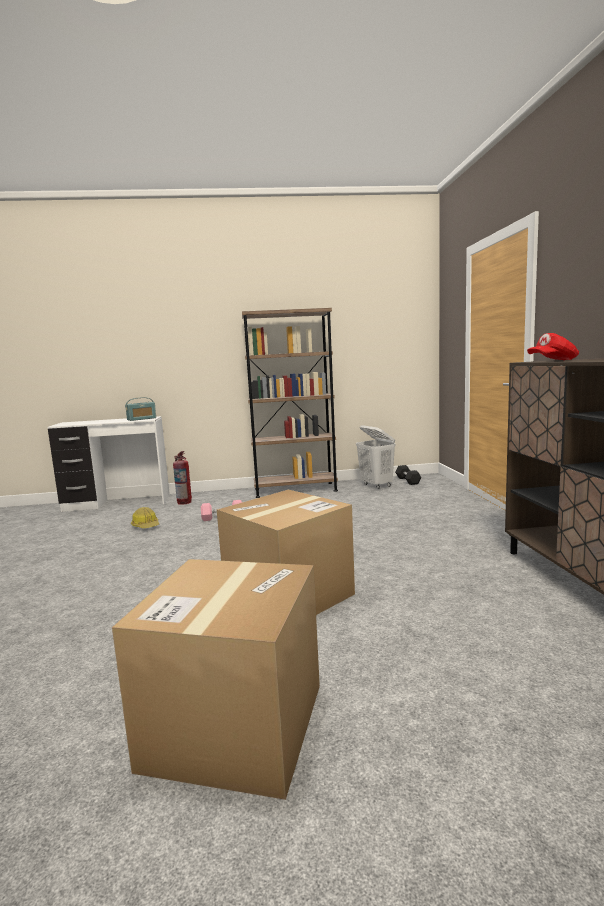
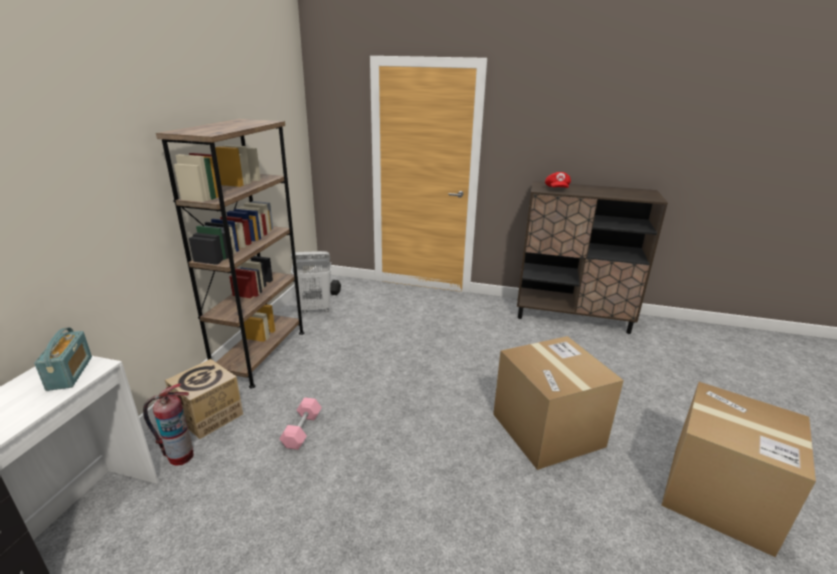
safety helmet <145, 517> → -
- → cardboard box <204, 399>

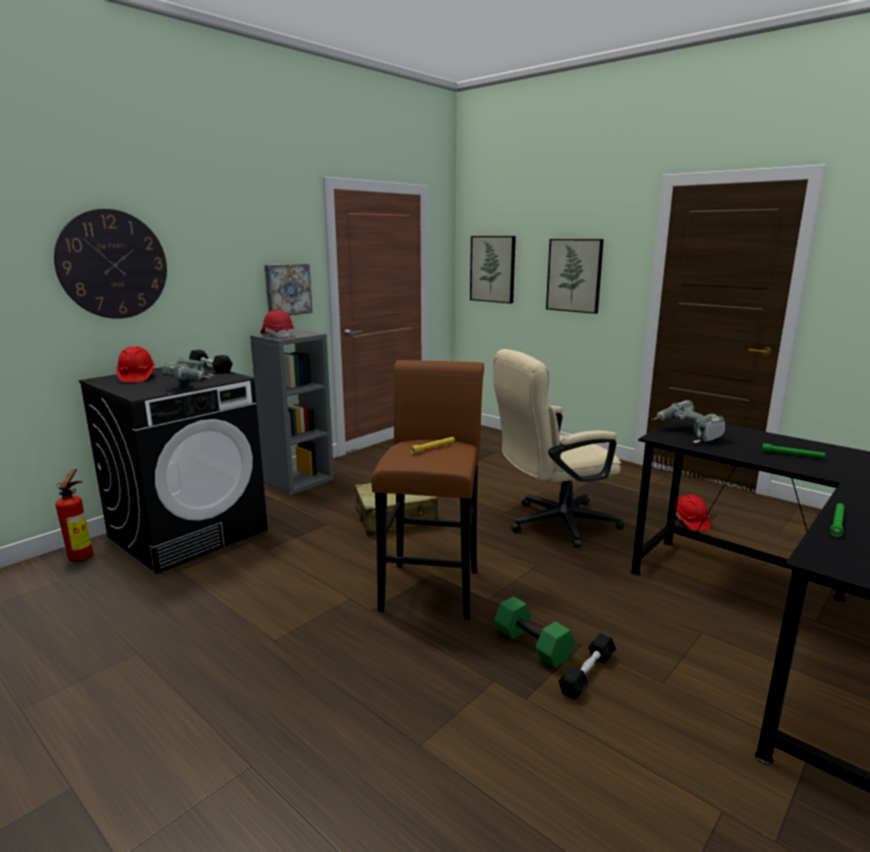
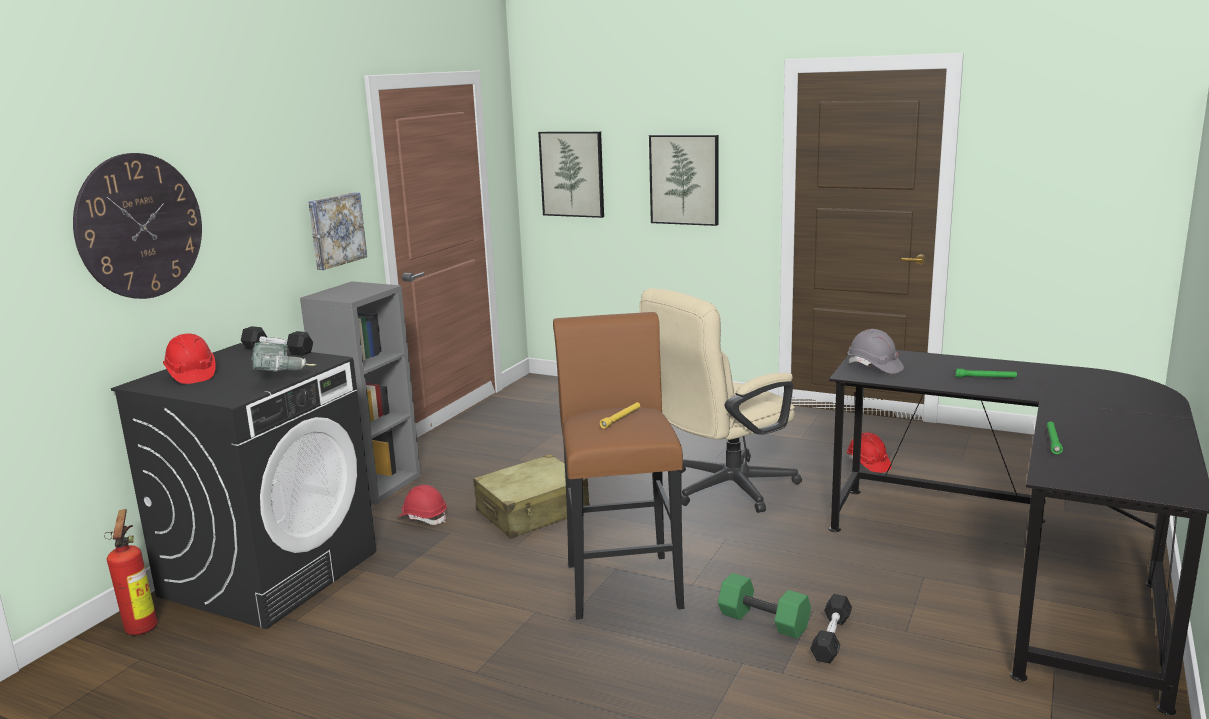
safety helmet (red) <277, 324> → safety helmet (red) <423, 505>, relocated
power drill <688, 421> → safety helmet (grey) <876, 351>

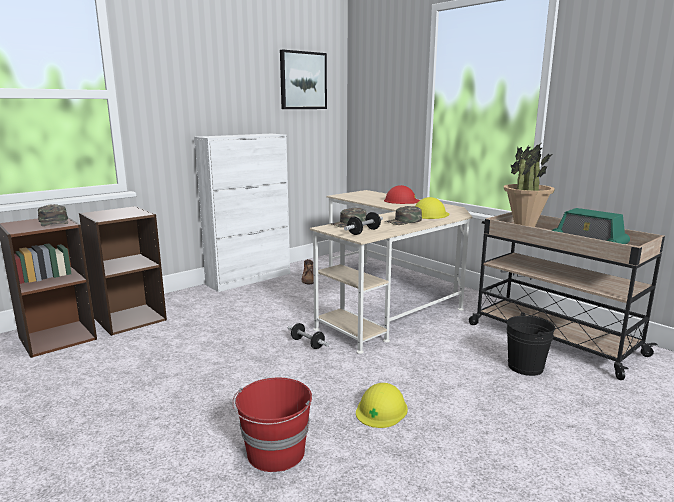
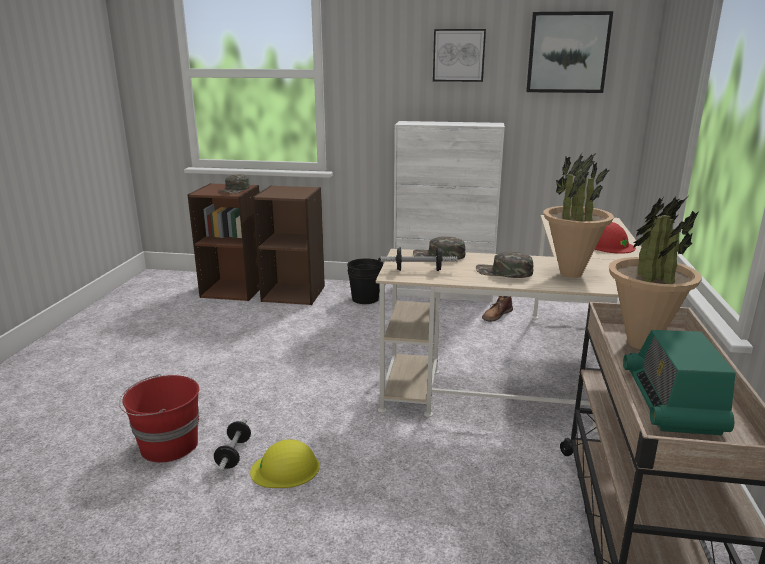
safety helmet (yellow) <432, 208> → houseplant <579, 215>
pail (blackish) <531, 344> → pail (blackish) <365, 281>, relocated
dumbbell <308, 336> → dumbbell <232, 446>, relocated
- → wall art <459, 55>

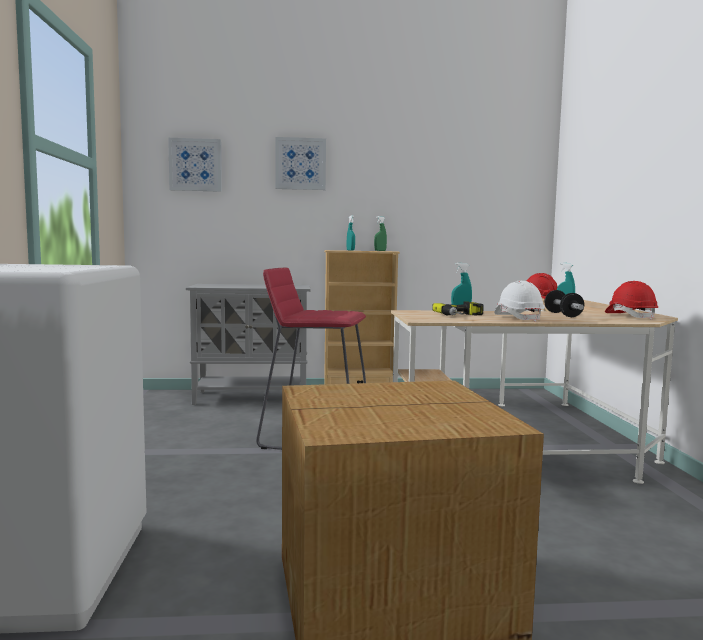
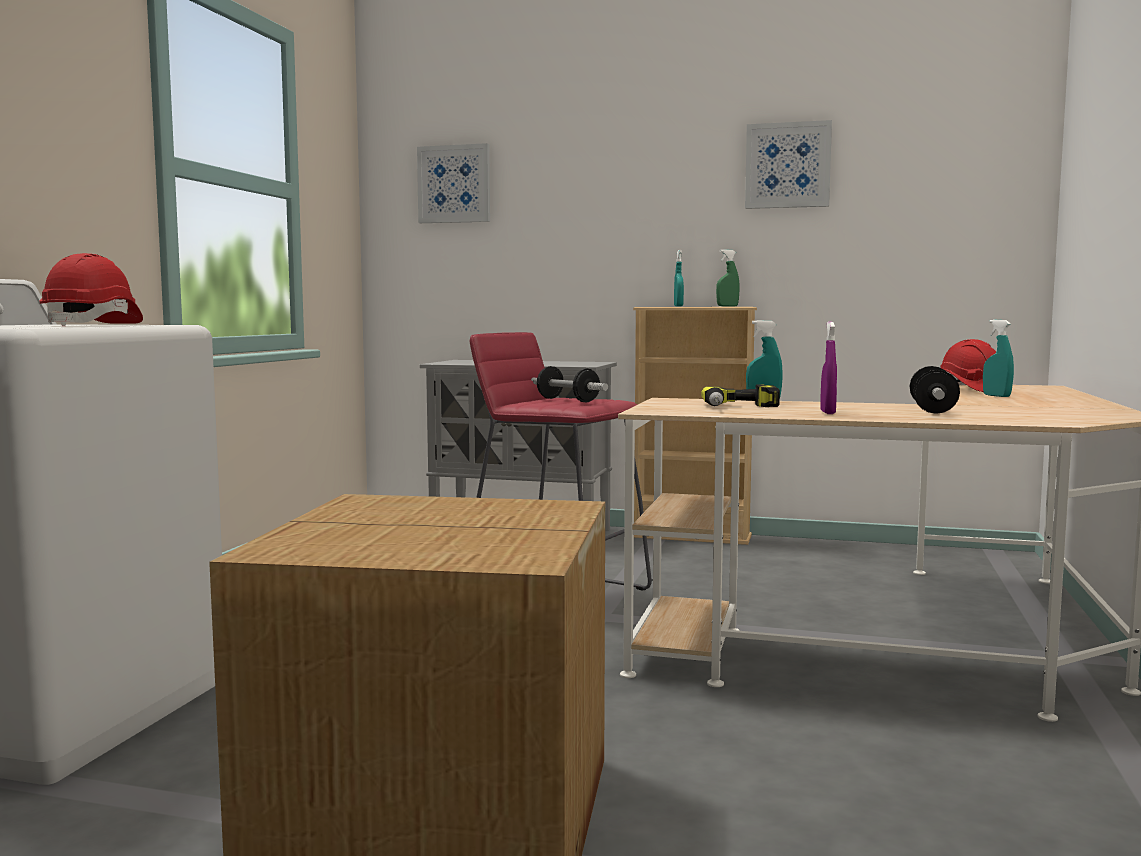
wall art <300, 163> → wall art <788, 164>, relocated
safety helmet (white) <519, 301> → spray bottle (purple-coloured) <828, 367>
safety helmet (red) <631, 300> → safety helmet (red) <91, 289>, relocated
- → dumbbell <569, 384>

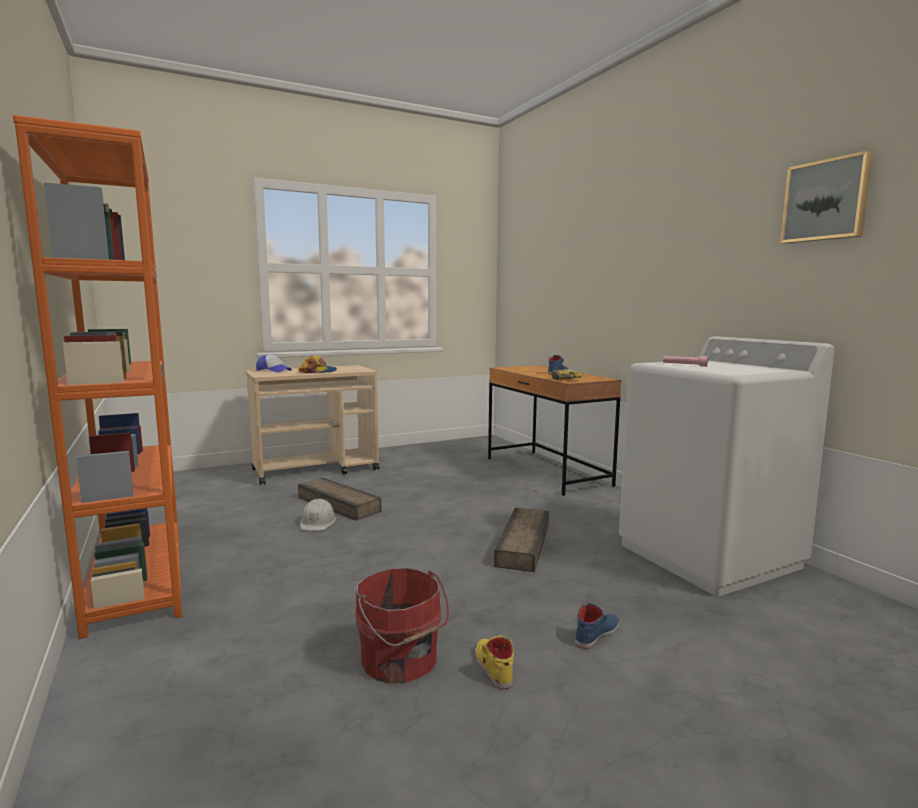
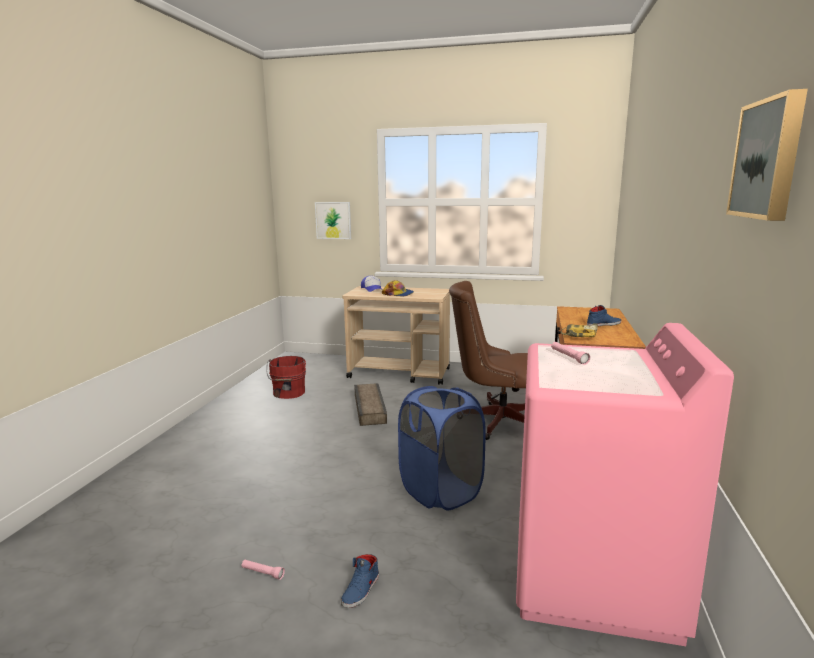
shelving unit (orange-coloured) <97, 377> → -
washing machine (white) <726, 466> → washing machine (pink-coloured) <625, 484>
safety helmet (white) <318, 515> → -
packing crate <521, 540> → washing basket (bluish) <442, 448>
pail (red) <402, 626> → pail (red) <286, 377>, relocated
item of footwear (bluish) <597, 626> → item of footwear (bluish) <360, 581>, 120 degrees clockwise
item of footwear (yellow) <494, 662> → hand torch (pink-coloured) <263, 570>
- → wall art <333, 220>
- → desk chair (brown) <488, 360>

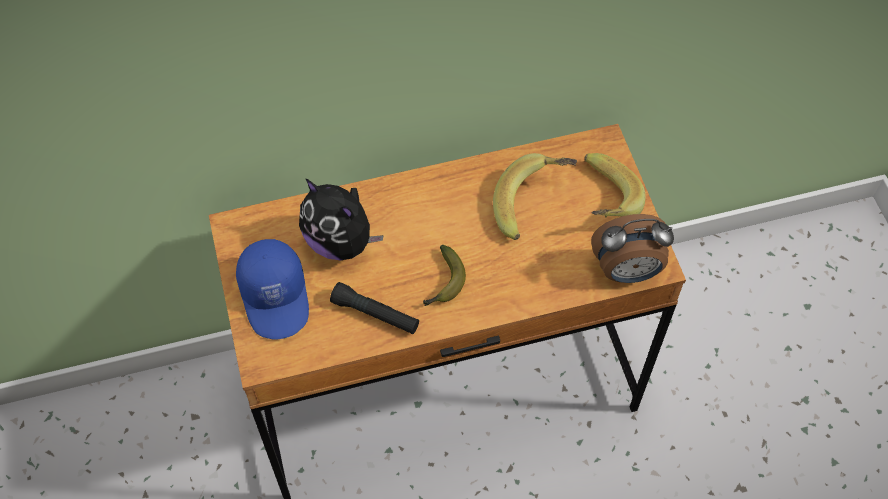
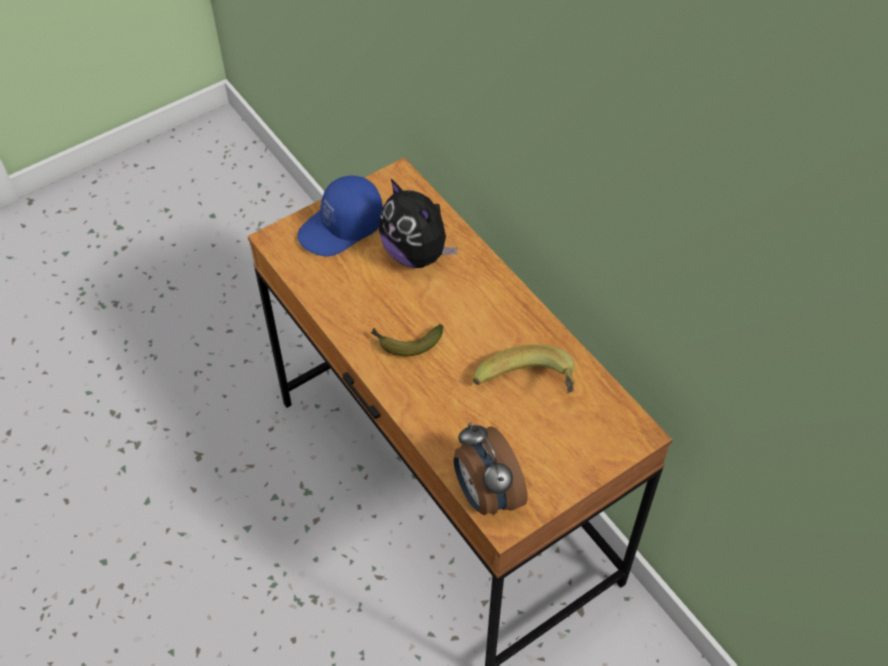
whole banana <615, 185> → -
plush toy <341, 219> → plush toy <418, 223>, 60 degrees counterclockwise
hand torch (blackish) <374, 308> → -

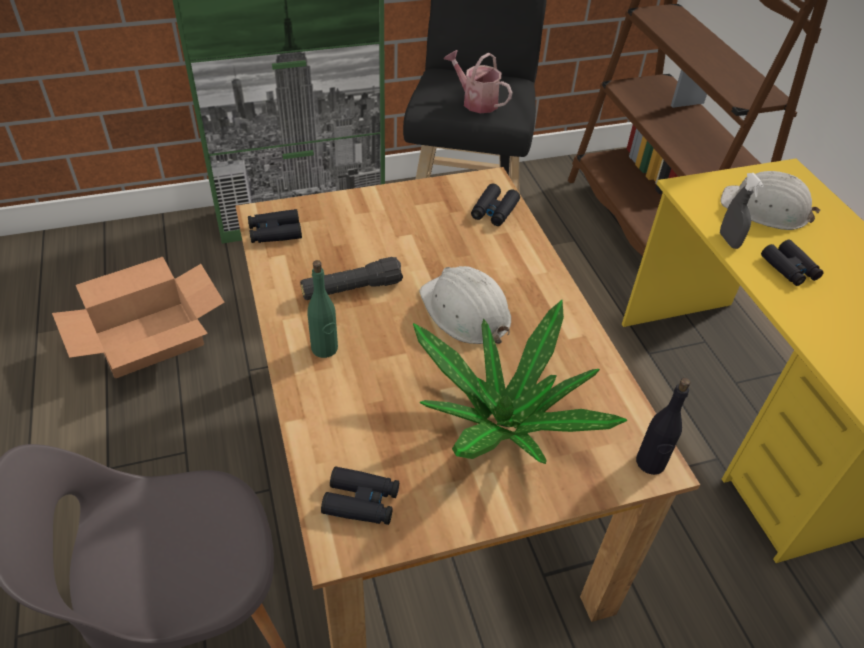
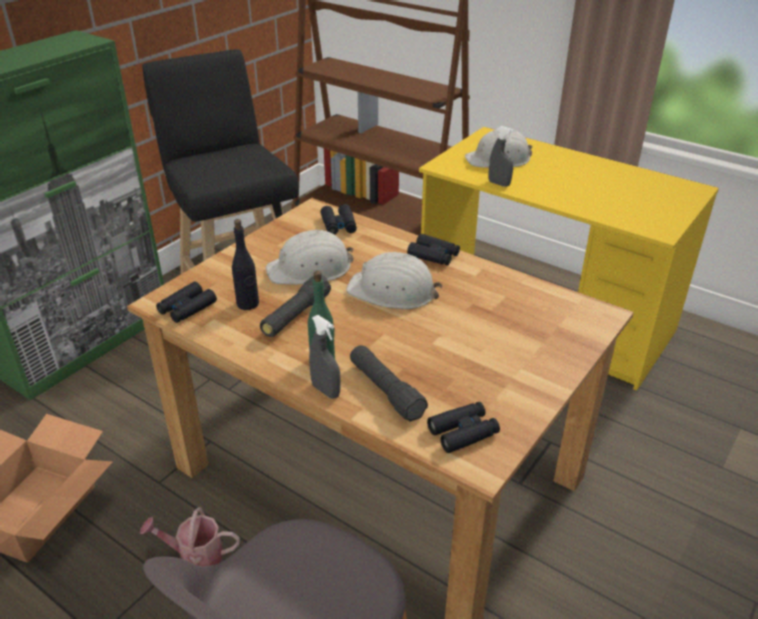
sprinkling can <478, 81> → sprinkling can <190, 536>, relocated
pair of binoculars (blackish) <792, 263> → pair of binoculars (blackish) <433, 249>, relocated
houseplant <520, 382> → -
drink bottle (blackish) <663, 426> → drink bottle (blackish) <245, 264>, relocated
- → safety helmet (white) <310, 257>
- → spray bottle (grey) <324, 357>
- → hand torch (blackish) <389, 383>

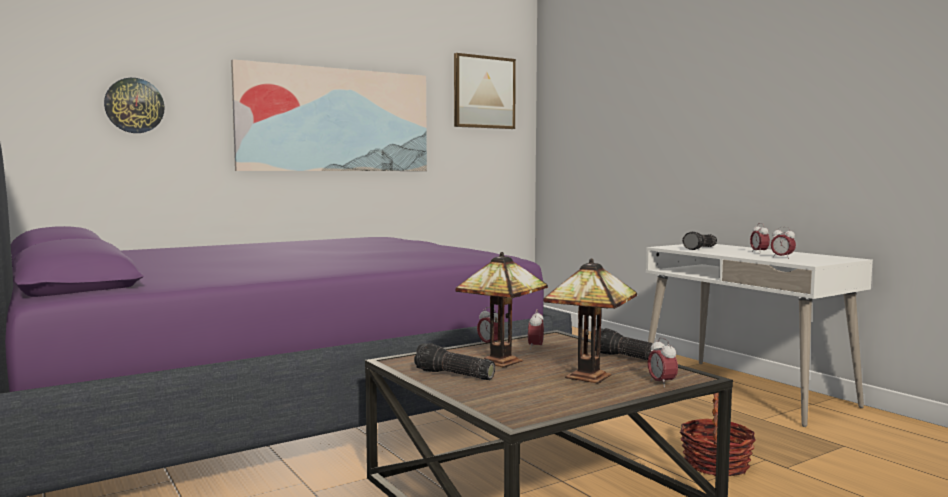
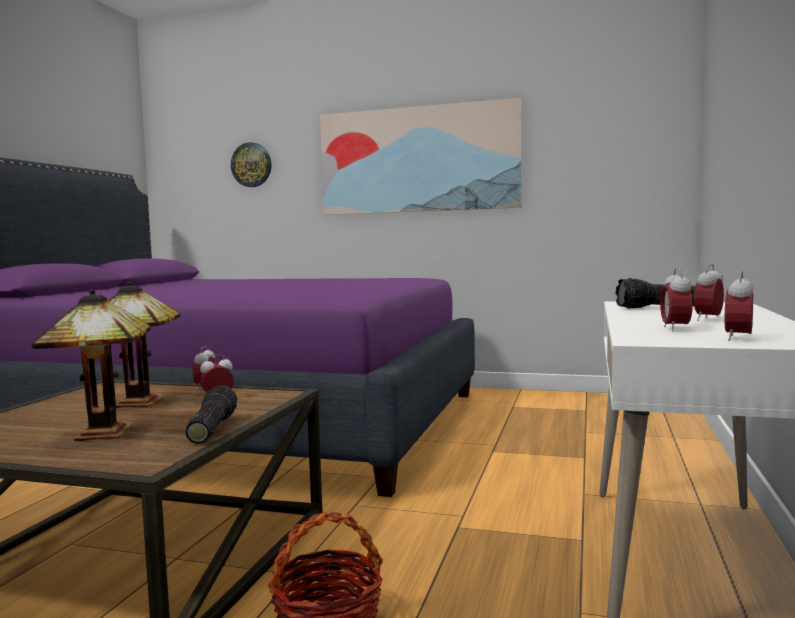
wall art <485, 91> → -
alarm clock <663, 362> → alarm clock <739, 306>, relocated
hand torch <454, 361> → -

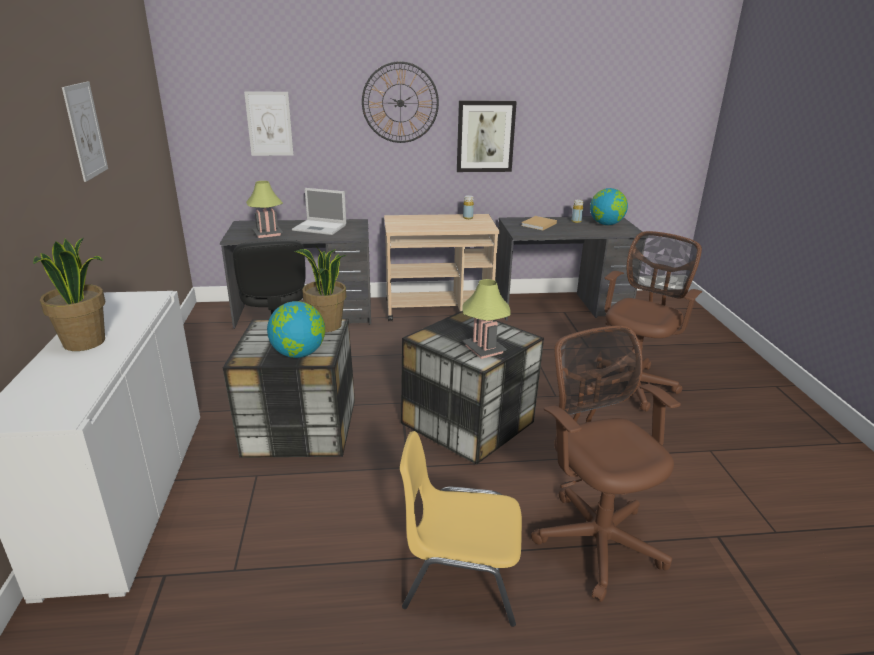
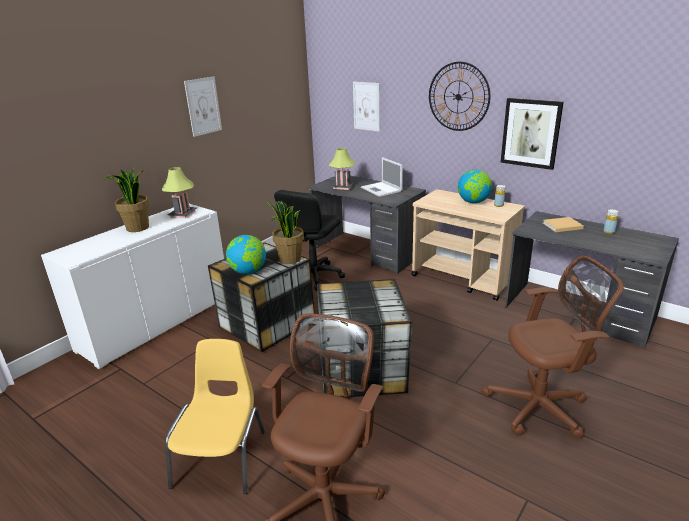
desk globe <609, 206> → desk globe <475, 186>, relocated
table lamp <486, 319> → table lamp <179, 192>, relocated
upright chair (yellow) <461, 529> → upright chair (yellow) <215, 416>, 45 degrees clockwise

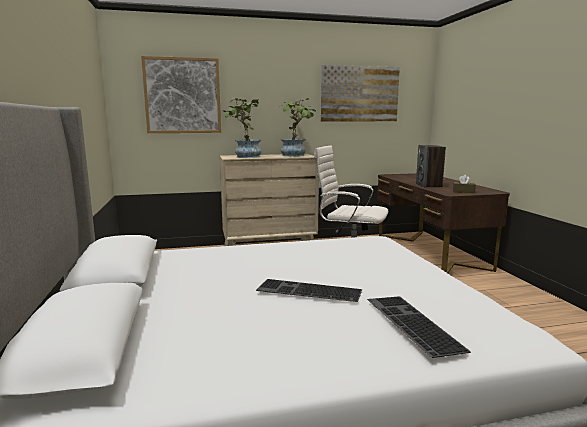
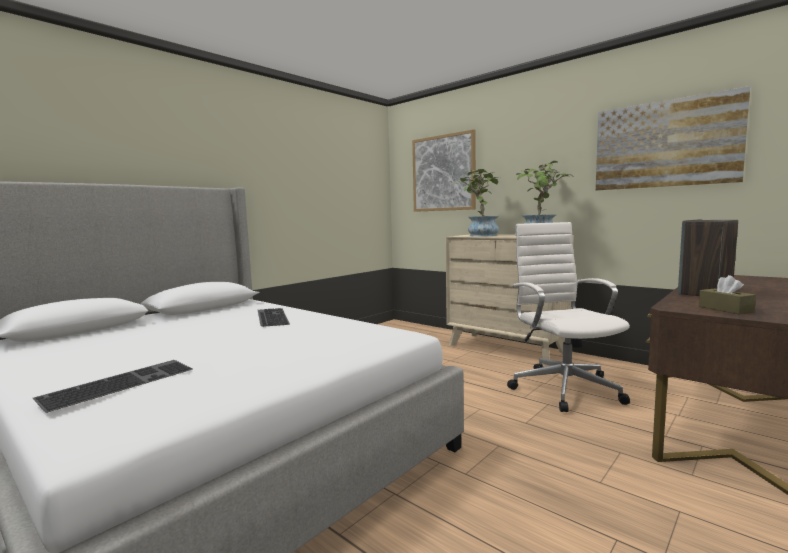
computer keyboard <309, 290> → computer keyboard <274, 317>, relocated

